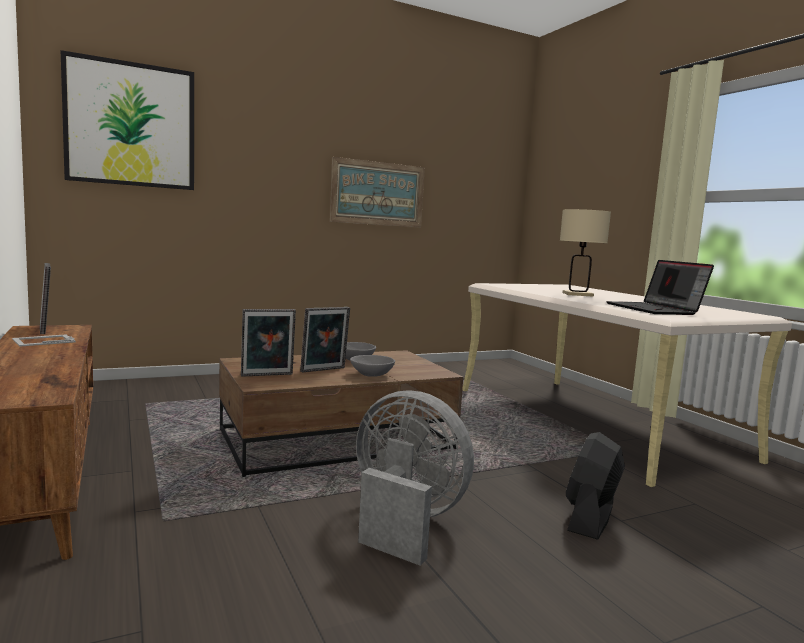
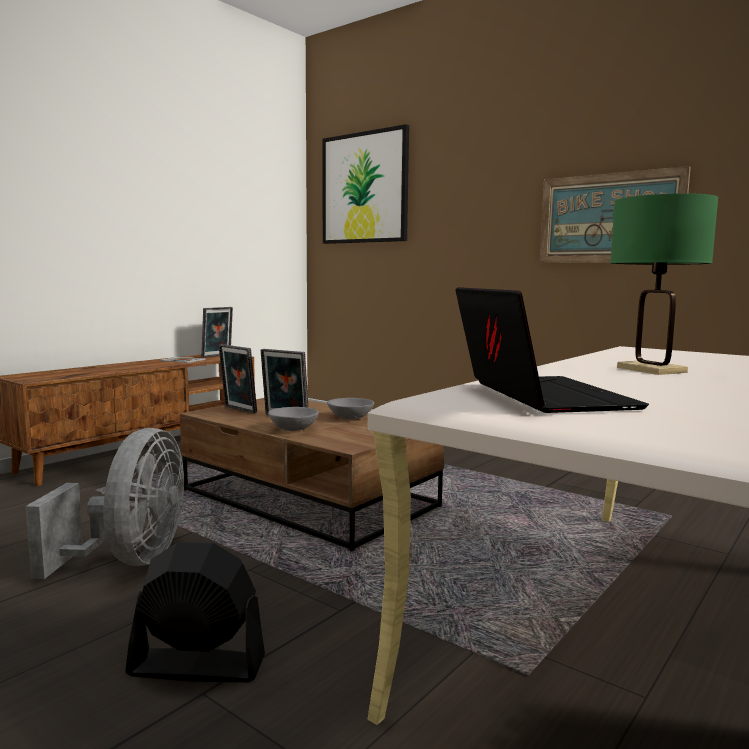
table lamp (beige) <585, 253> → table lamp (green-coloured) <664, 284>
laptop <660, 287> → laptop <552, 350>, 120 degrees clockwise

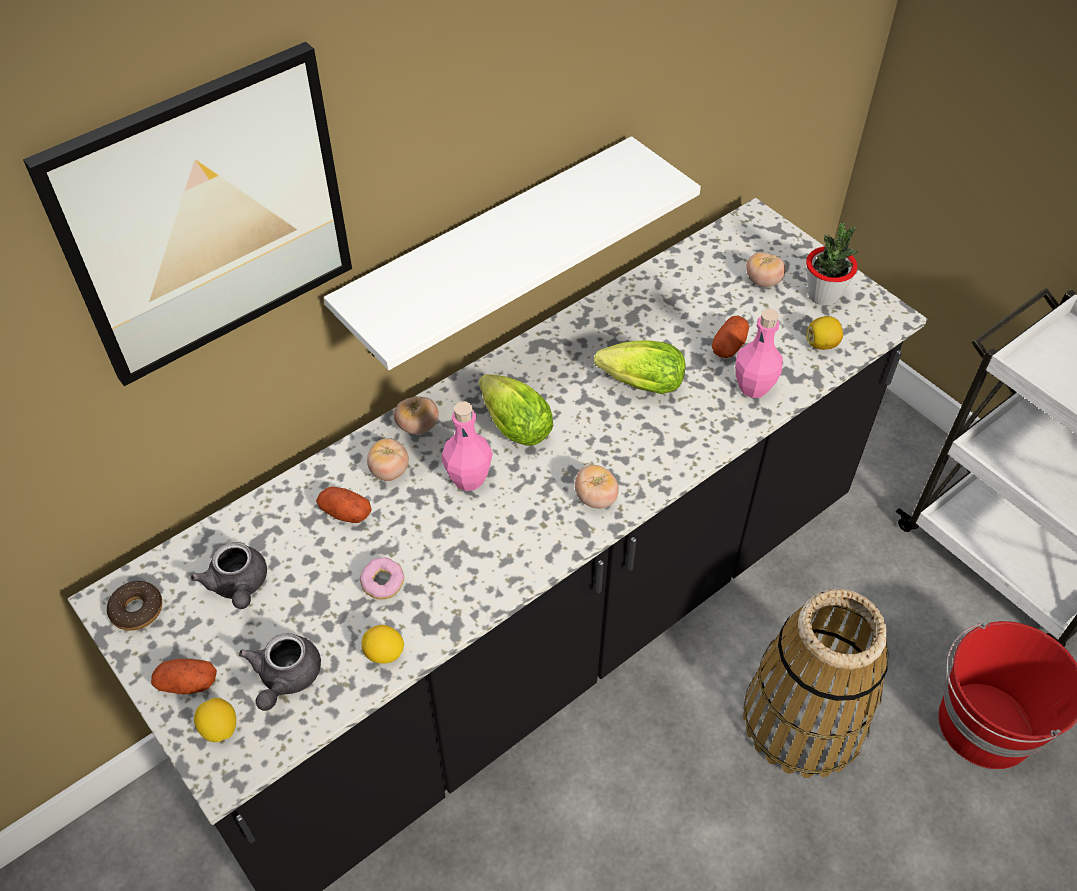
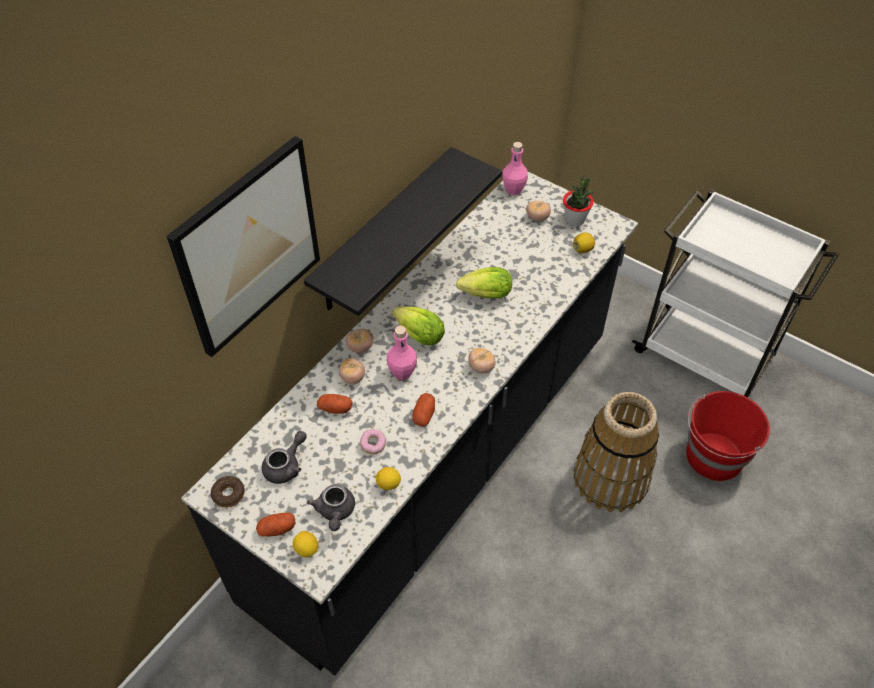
bracket shelf (white) <512, 253> → bracket shelf (blackish) <403, 231>
drink bottle (pink-coloured) <759, 353> → drink bottle (pink-coloured) <515, 168>, relocated
spud <730, 336> → spud <423, 409>, relocated
teapot (grey) <229, 575> → teapot (grey) <284, 457>, 105 degrees counterclockwise

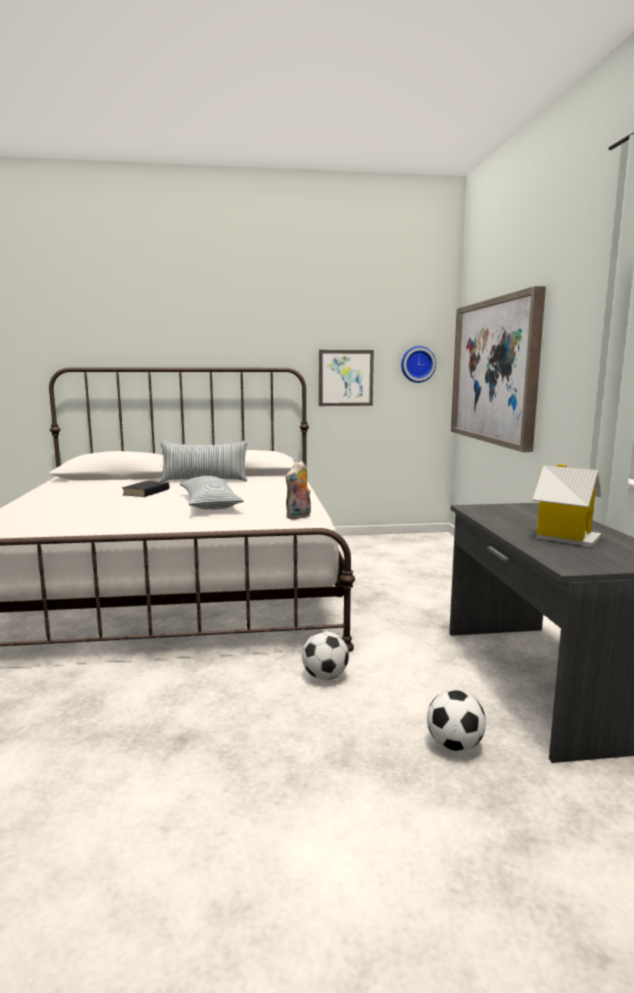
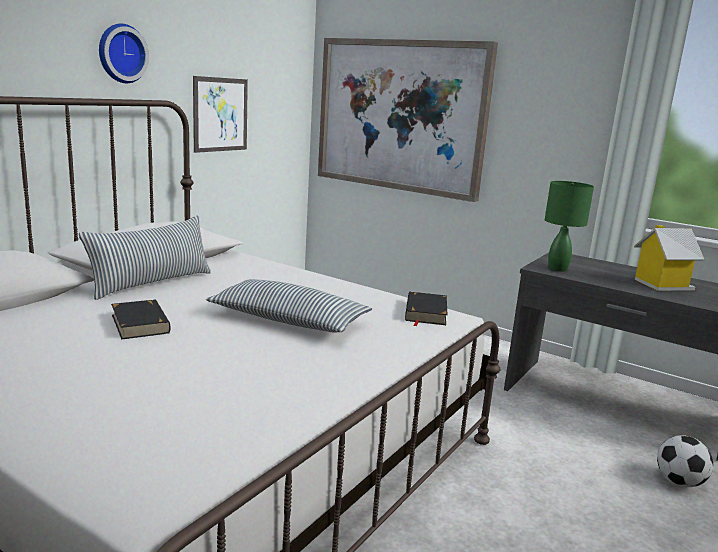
wall clock <418, 364> → wall clock <124, 53>, relocated
plush toy <298, 490> → bound book (blackish) <426, 309>
football ball <325, 655> → -
- → table lamp (green-coloured) <569, 226>

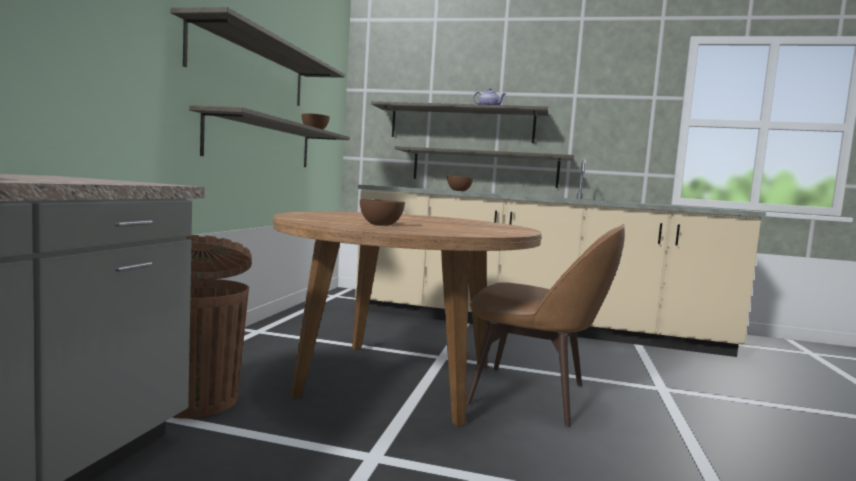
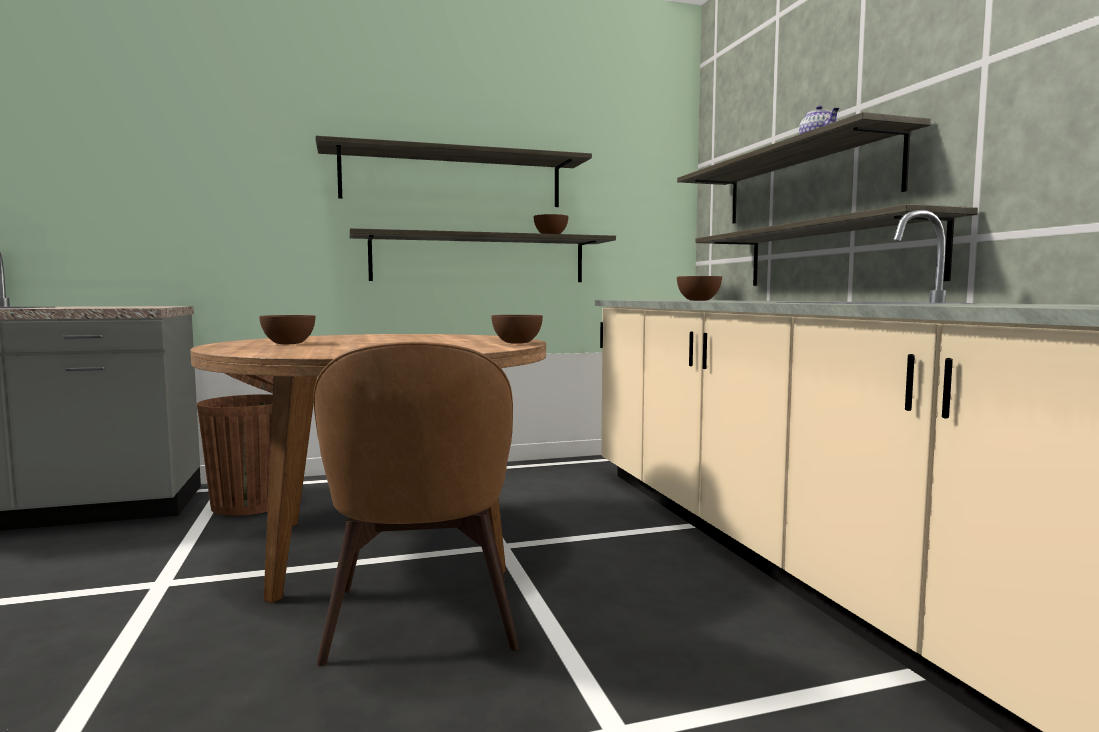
- → serving bowl (brown) <517, 329>

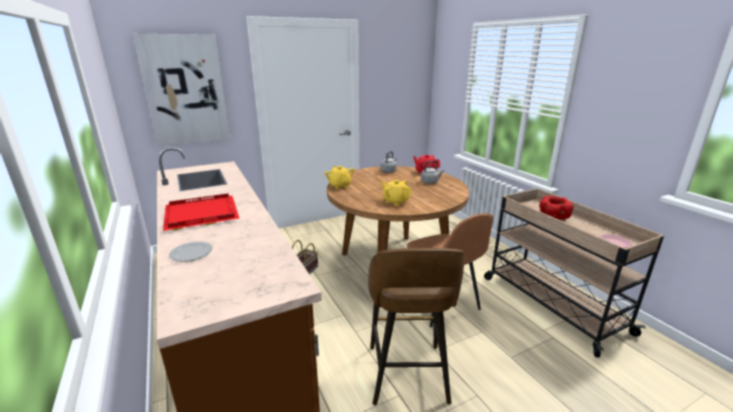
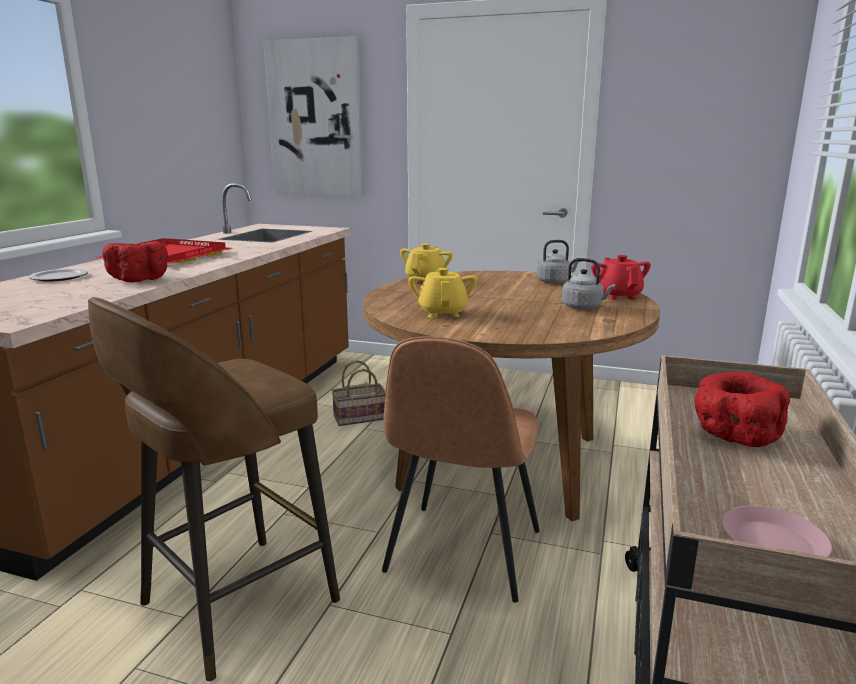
- → serving bowl (red) <135, 261>

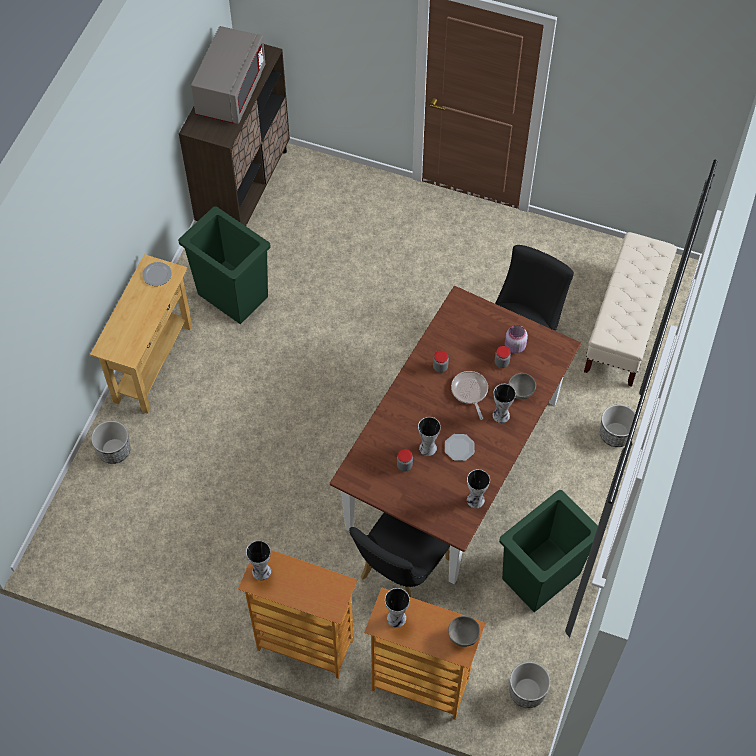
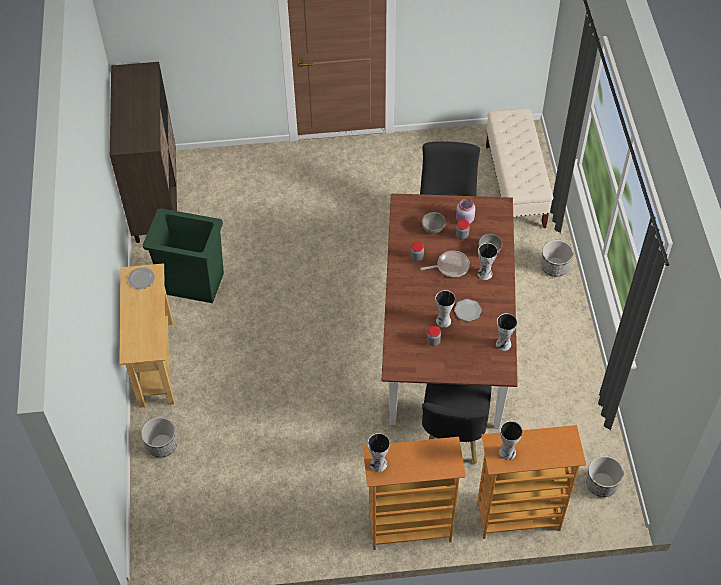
microwave (grey) <228, 75> → -
skillet <469, 395> → skillet <445, 264>, 120 degrees clockwise
rubbish bin (green-coloured) <548, 551> → -
serving bowl (grey) <464, 631> → serving bowl (grey) <434, 223>, relocated

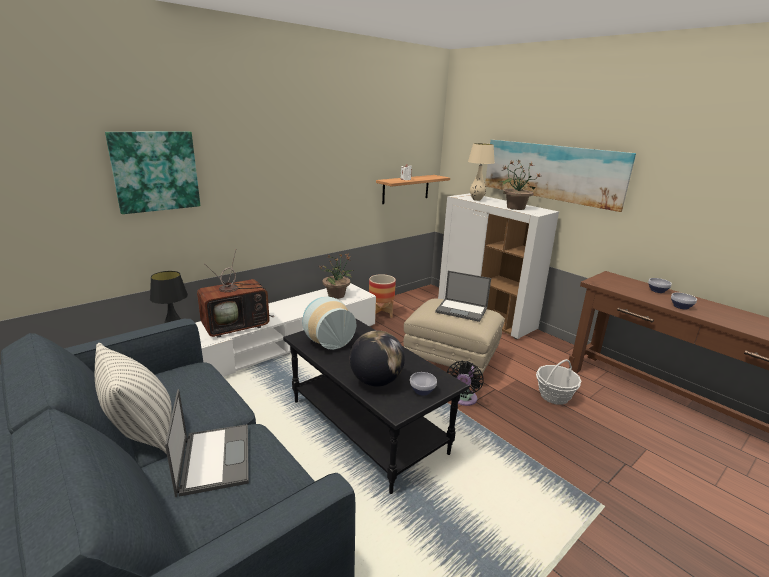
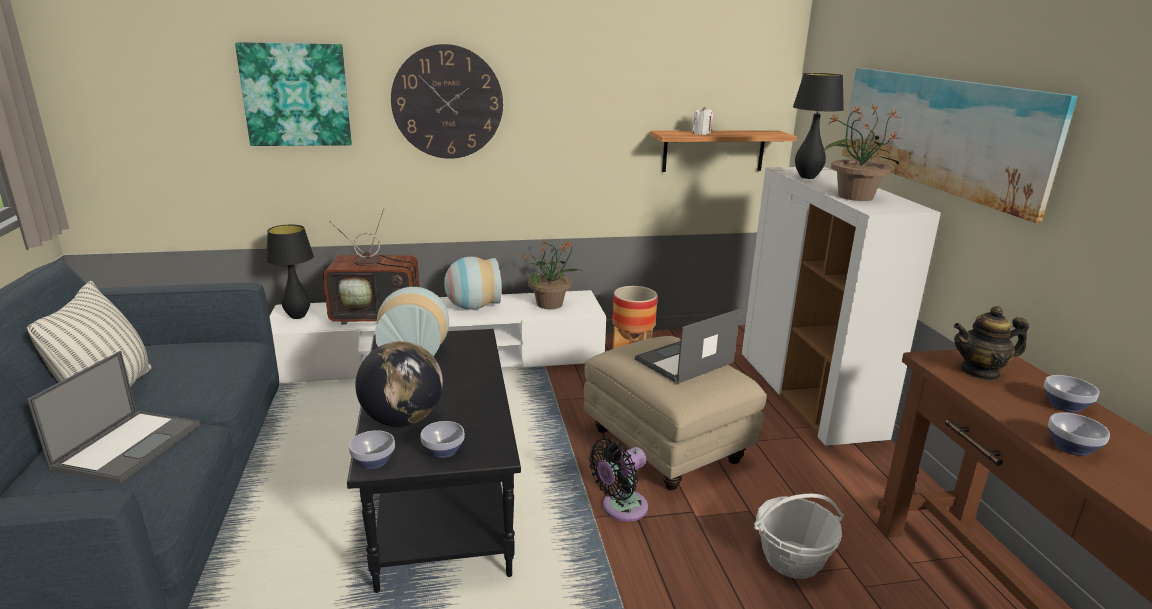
table lamp (beige) <481, 172> → table lamp (blackish) <818, 126>
laptop <463, 296> → laptop <687, 346>, 90 degrees clockwise
- → wall clock <447, 101>
- → flower vase <473, 283>
- → teapot <991, 343>
- → serving bowl <372, 449>

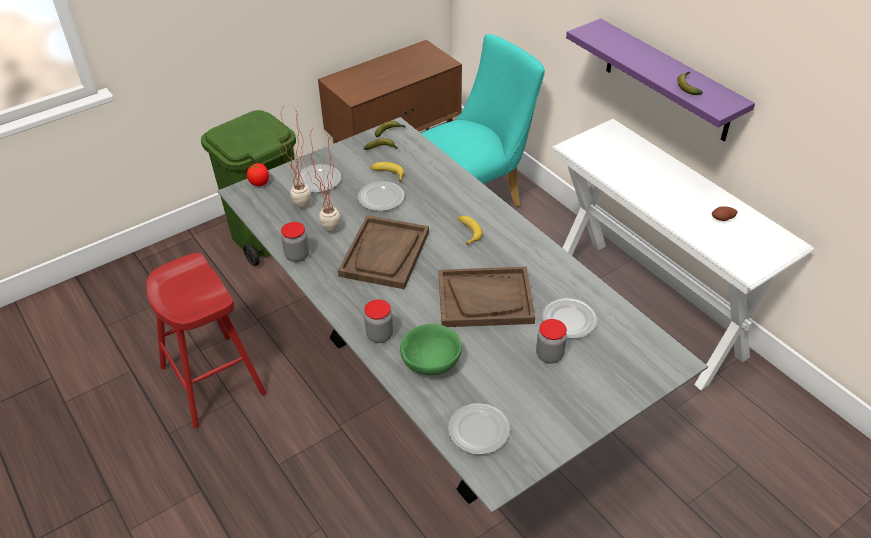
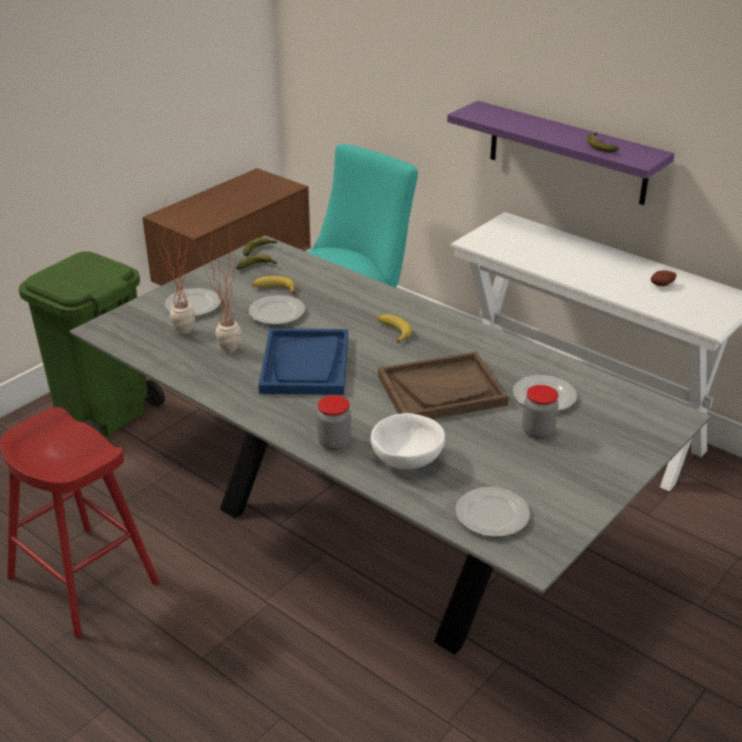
fresh tomato <258, 174> → -
tray (brown) <383, 252> → tray (bluish) <303, 361>
storage jar <295, 242> → -
serving bowl (green-coloured) <431, 349> → serving bowl (white) <408, 441>

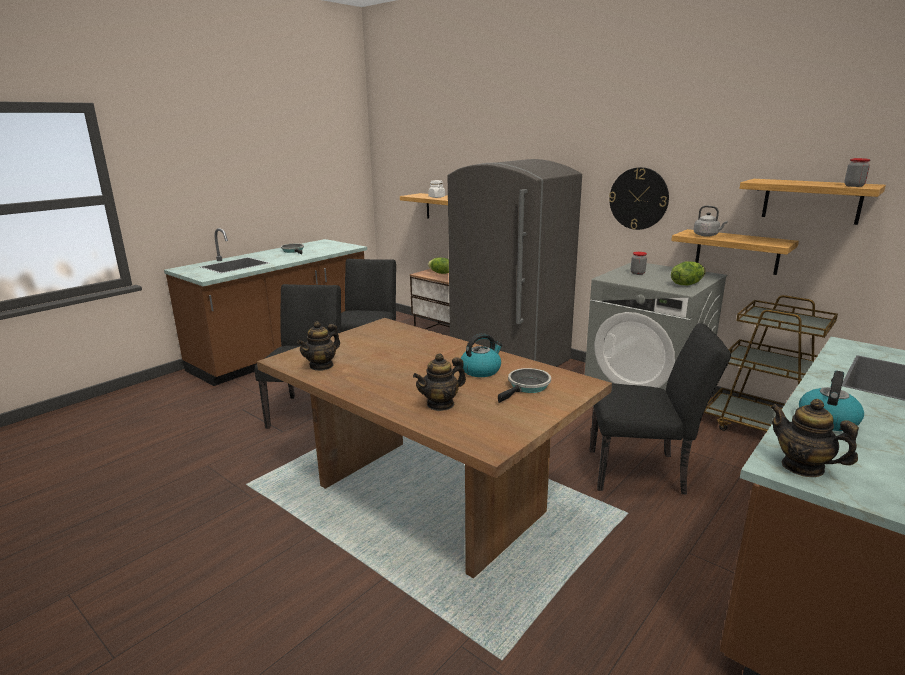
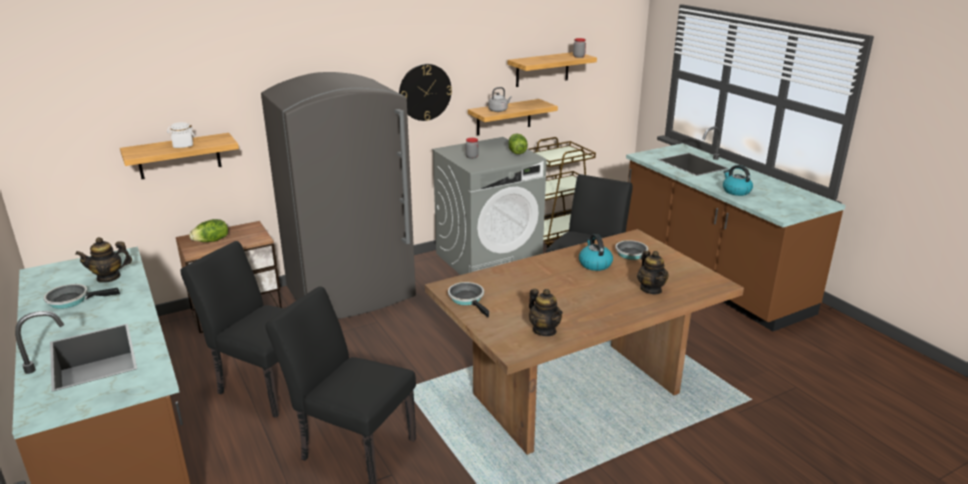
teapot <814, 438> → teapot <103, 260>, relocated
- → skillet <468, 299>

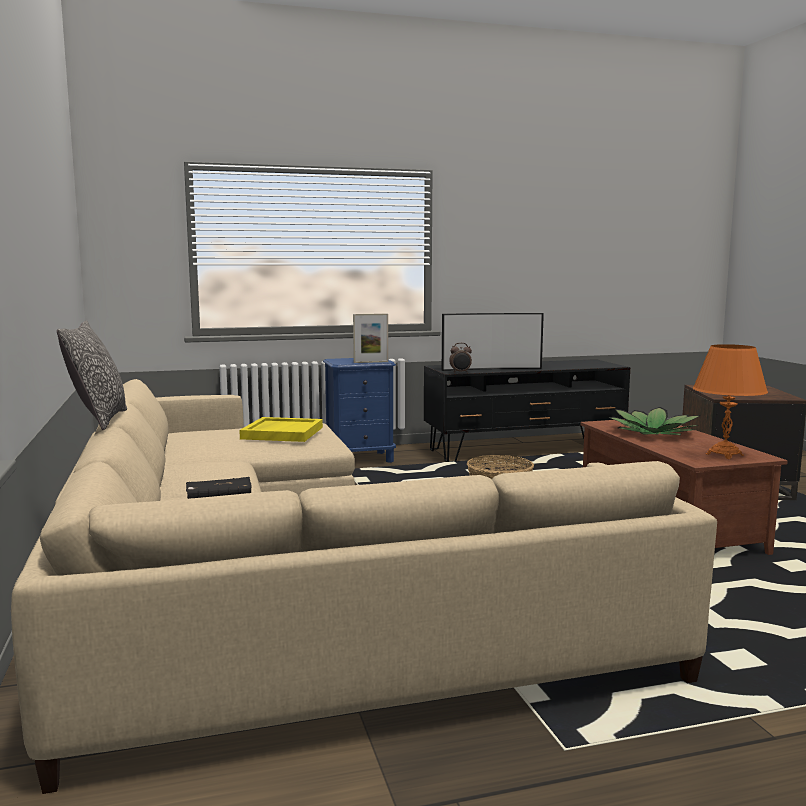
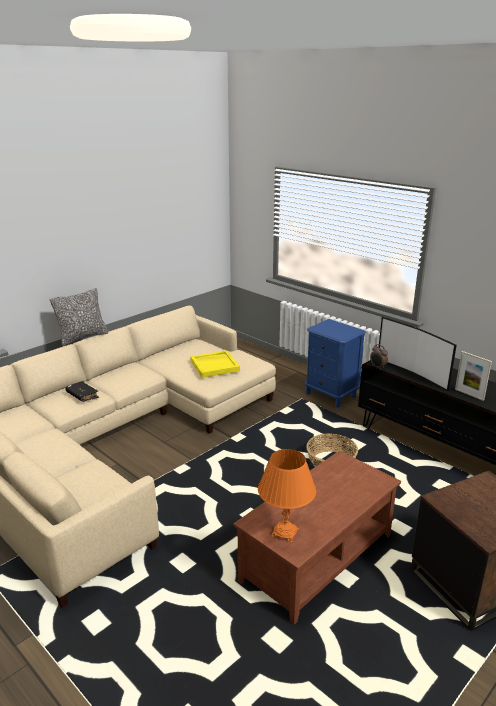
picture frame <370, 338> → picture frame <473, 376>, relocated
houseplant <655, 421> → -

